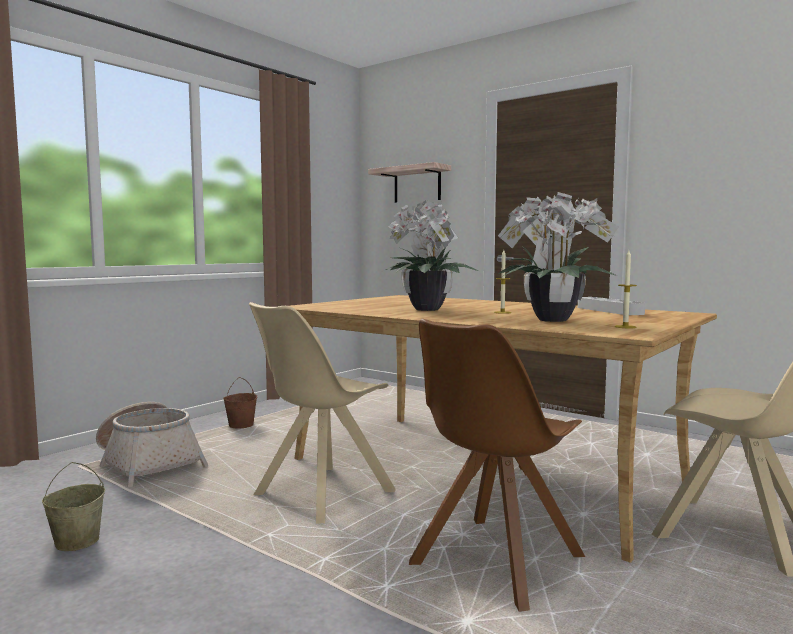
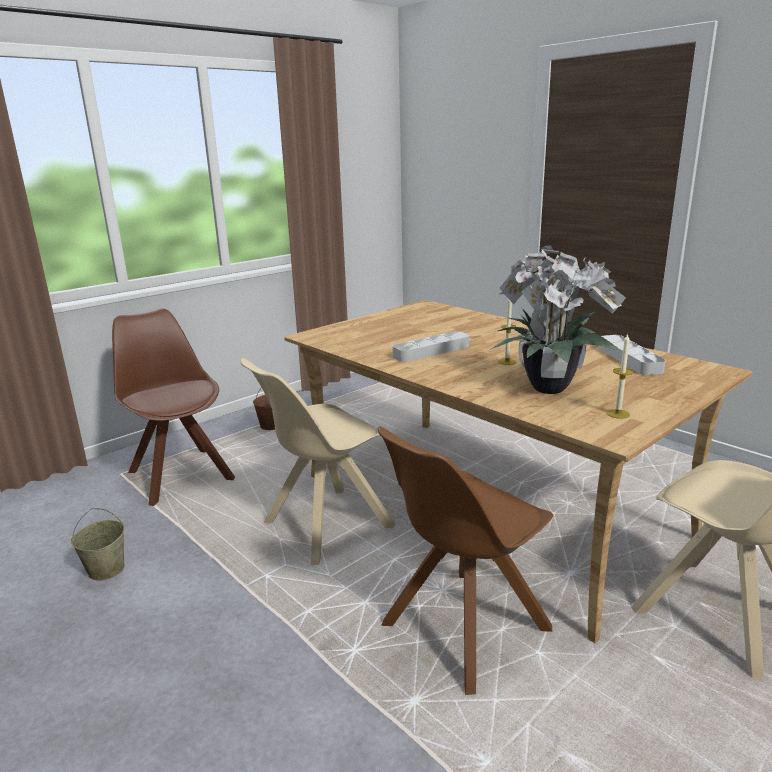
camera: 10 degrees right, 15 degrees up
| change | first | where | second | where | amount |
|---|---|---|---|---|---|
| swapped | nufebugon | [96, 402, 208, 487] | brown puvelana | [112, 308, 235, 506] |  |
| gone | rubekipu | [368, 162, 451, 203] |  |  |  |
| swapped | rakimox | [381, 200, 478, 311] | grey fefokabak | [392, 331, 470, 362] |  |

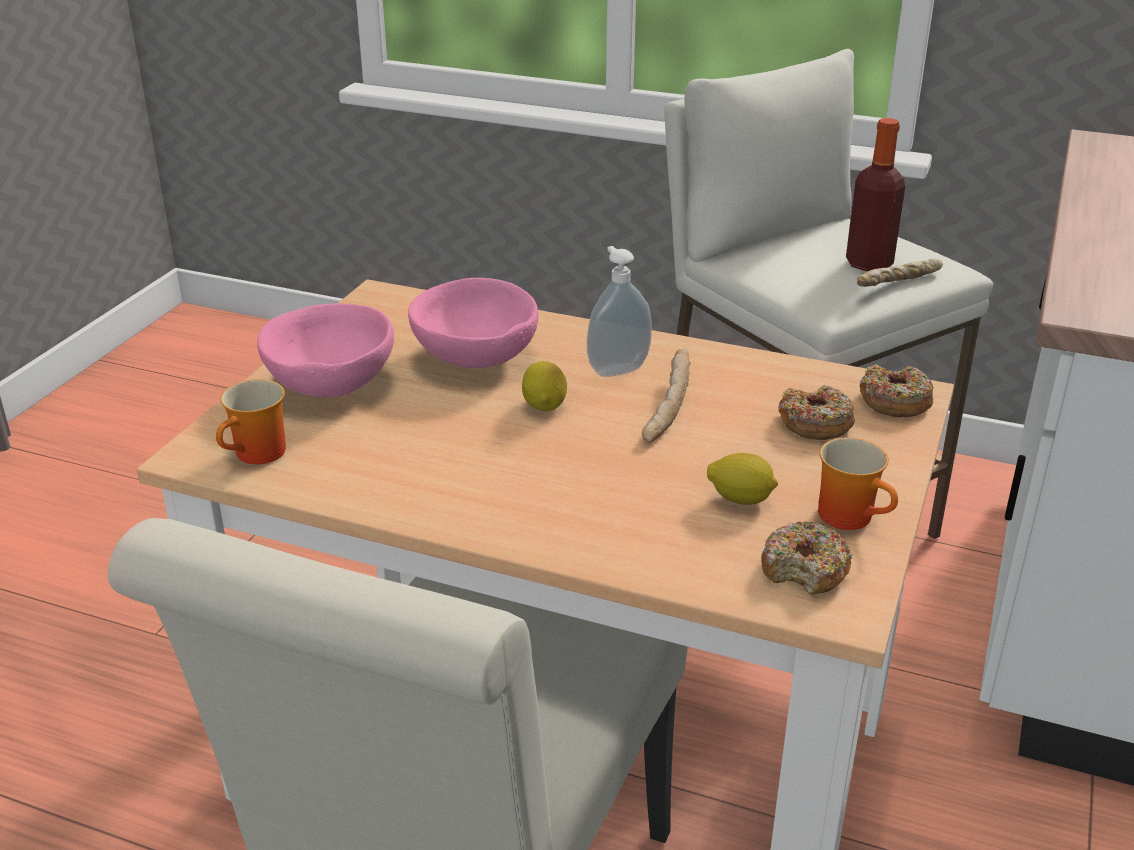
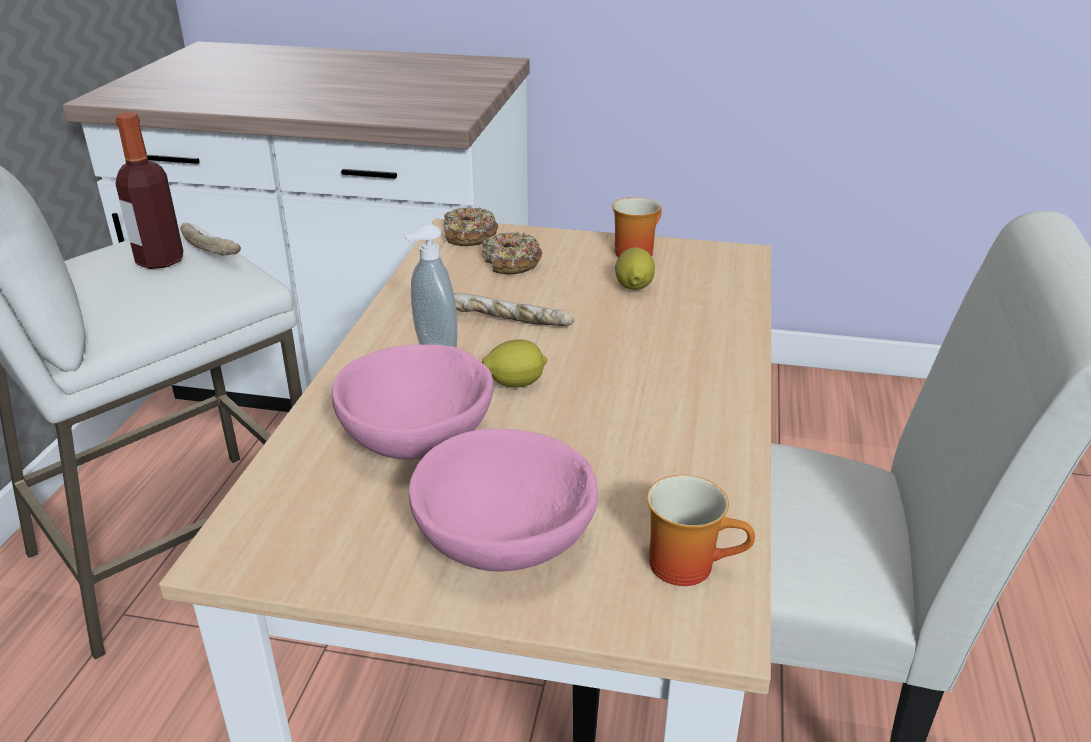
camera: 100 degrees left, 0 degrees up
| change | first | where | second | where | amount |
|---|---|---|---|---|---|
| gone | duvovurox | [761, 521, 853, 595] |  |  |  |

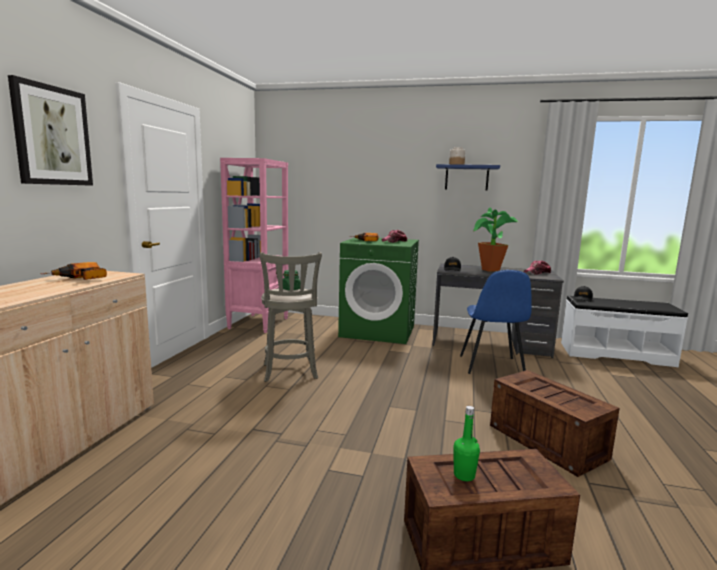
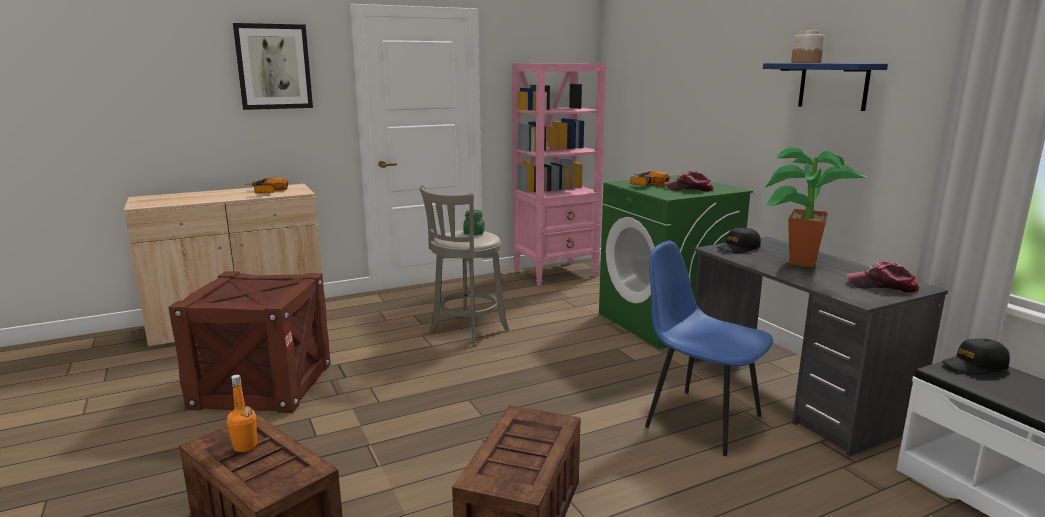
camera: 50 degrees right, 5 degrees up
| change | first | where | second | where | amount |
|---|---|---|---|---|---|
| repainted | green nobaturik | [453, 406, 480, 481] | orange nobaturik | [227, 375, 257, 452] |  |
| rotated | blue puvelana | [460, 270, 532, 374] |  | [645, 240, 773, 456] | 75 degrees clockwise |
| new |  |  | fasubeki | [168, 271, 331, 413] |  |

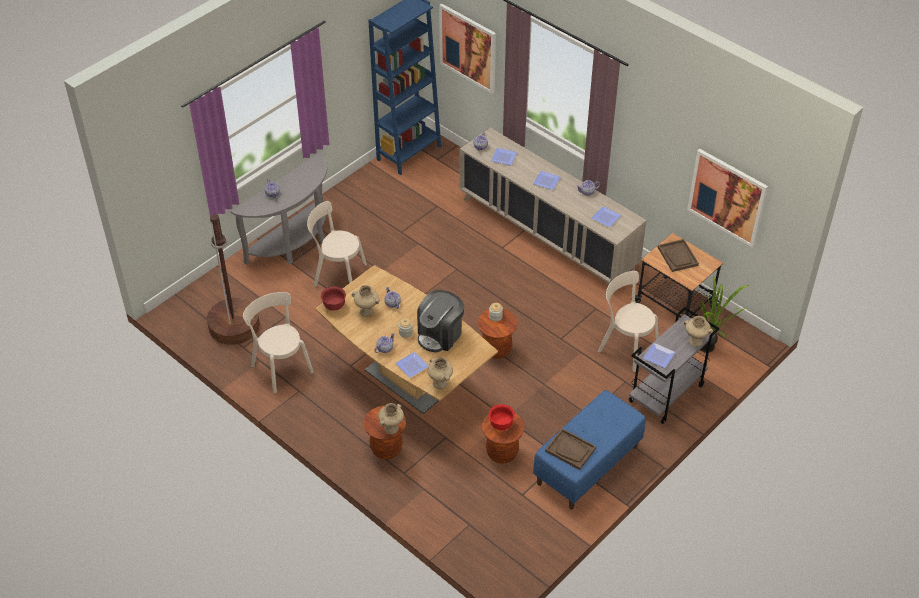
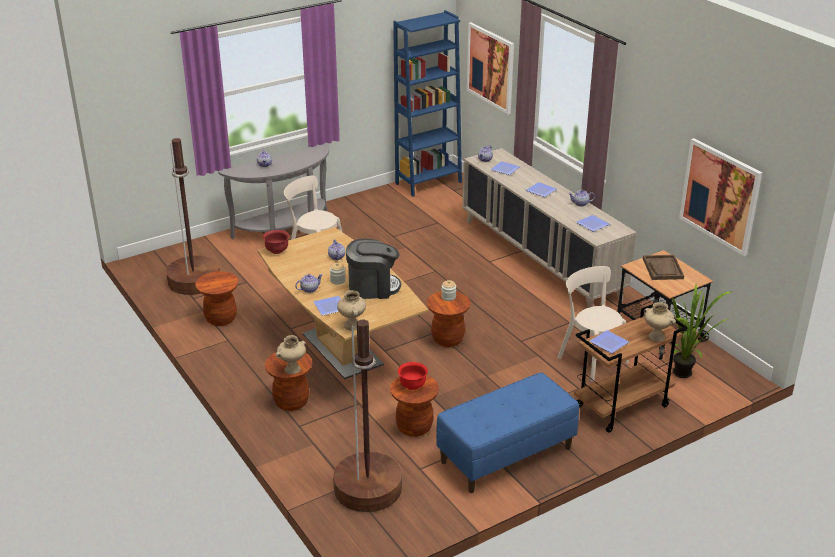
camera: 15 degrees right, 15 degrees down
| change | first | where | second | where | amount |
|---|---|---|---|---|---|
| swapped | beige puvelana | [243, 292, 314, 393] | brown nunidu | [195, 271, 238, 326] |  |
| gone | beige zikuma | [351, 285, 380, 317] |  |  |  |
| rotated | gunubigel | [417, 290, 464, 352] |  | [346, 239, 401, 299] | 150 degrees counterclockwise |
| gone | brown fefokabak | [545, 428, 596, 470] |  |  |  |
| repainted | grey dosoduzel | [629, 307, 720, 424] | brown dosoduzel | [574, 304, 688, 433] |  |
| new |  |  | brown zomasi | [333, 320, 402, 512] |  |

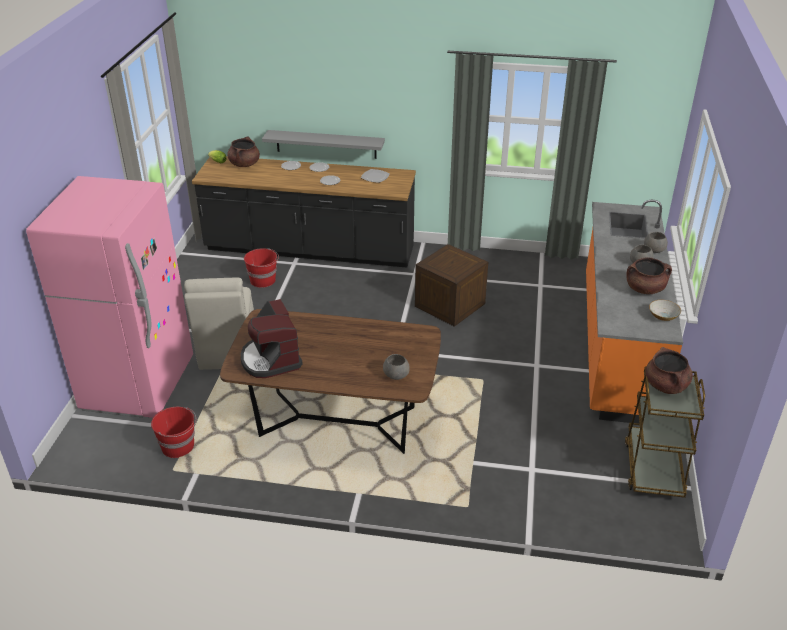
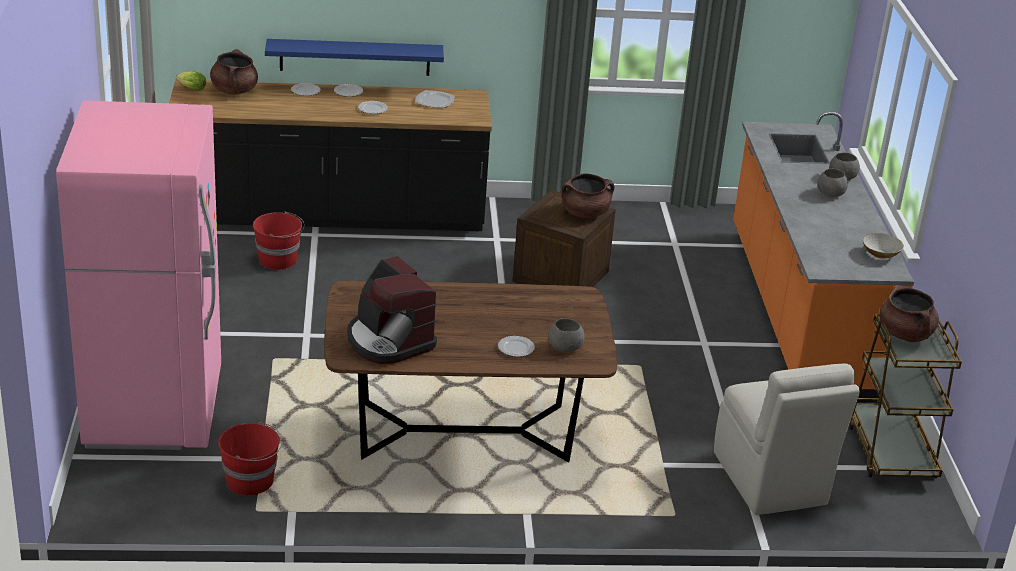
camera: 15 degrees left, 5 degrees down
| change | first | where | second | where | amount |
|---|---|---|---|---|---|
| shifted | beige puvelana | [184, 278, 254, 370] |  | [714, 363, 860, 515] |  |
| repainted | grey rubekipu | [262, 130, 385, 159] | blue rubekipu | [265, 39, 444, 76] |  |
| shifted | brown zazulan | [626, 257, 672, 294] |  | [561, 173, 614, 218] |  |
| new |  |  | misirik | [498, 336, 535, 357] |  |

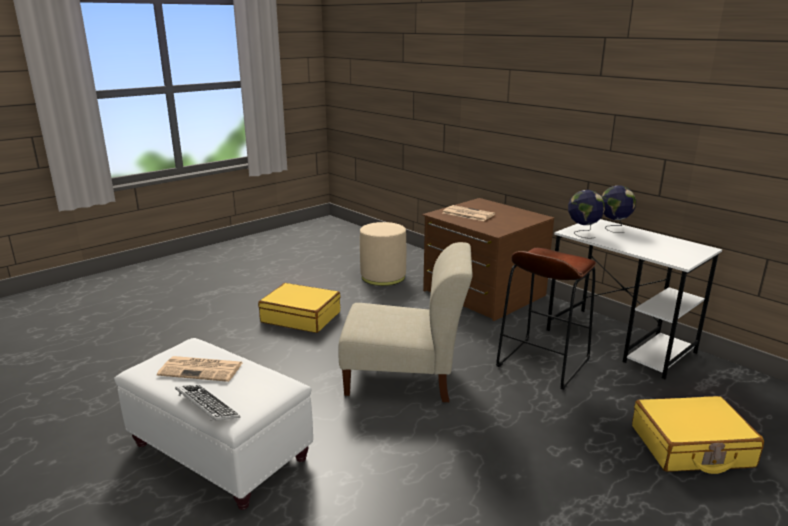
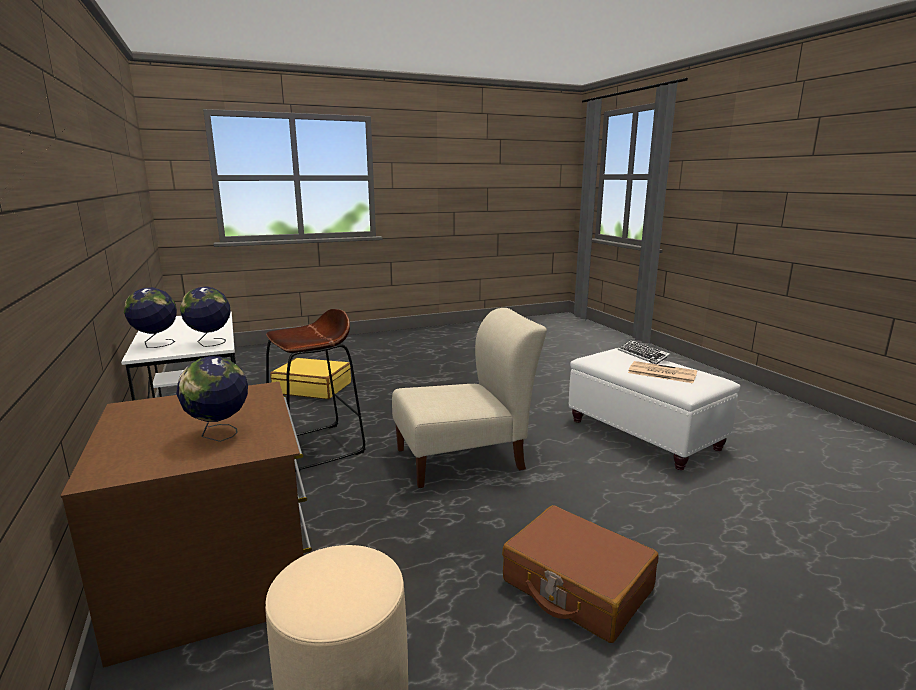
camera: 160 degrees left, 5 degrees down
| change | first | where | second | where | amount |
|---|---|---|---|---|---|
| repainted | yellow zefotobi | [258, 283, 341, 333] | brown zefotobi | [502, 505, 659, 643] |  |
| rotated | beige puvelana | [338, 242, 473, 402] |  | [392, 308, 547, 488] | 135 degrees clockwise |
| swapped | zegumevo | [443, 205, 495, 221] | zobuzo | [176, 356, 248, 442] |  |

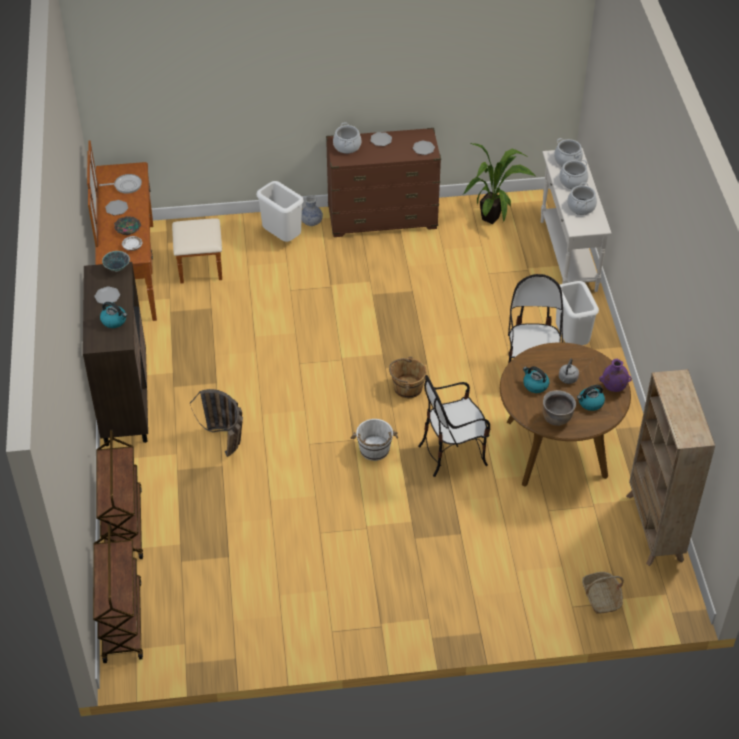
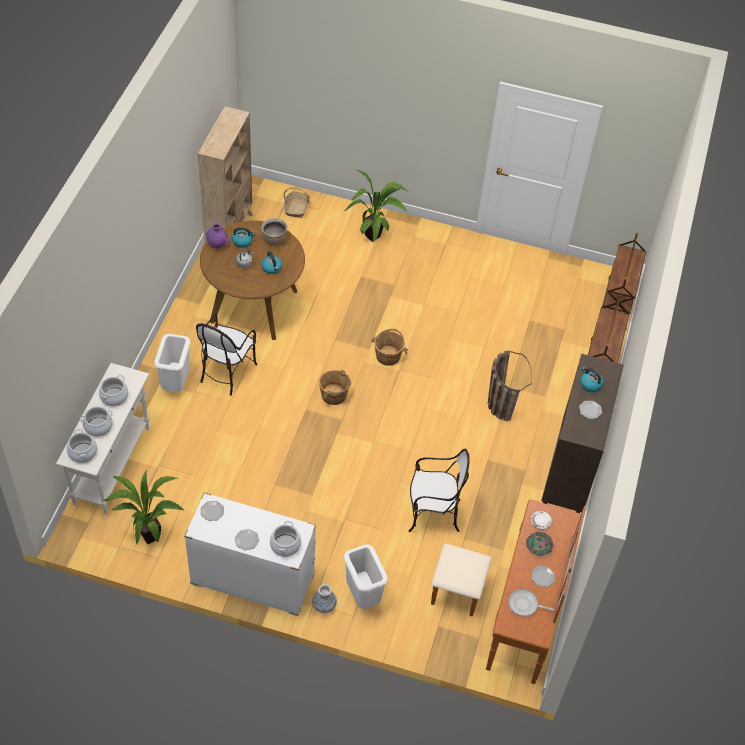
camera: 160 degrees left, 5 degrees up
| change | first | where | second | where | amount |
|---|---|---|---|---|---|
| gone | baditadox | [102, 251, 130, 272] |  |  |  |
| repainted | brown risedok | [326, 128, 441, 237] | white risedok | [184, 492, 316, 616] |  |
| repainted | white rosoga | [351, 419, 398, 461] | brown rosoga | [371, 329, 408, 366] |  |
| shifted | puvelana | [418, 375, 491, 477] |  | [408, 448, 469, 532] |  |
| new |  |  | rakimox | [344, 169, 408, 243] |  |

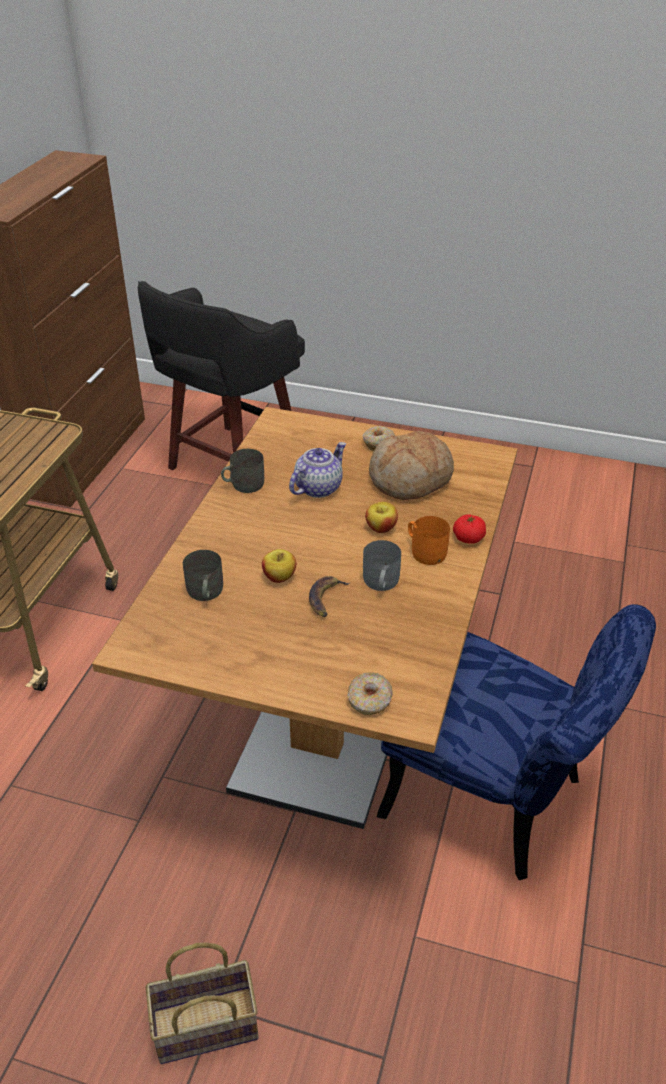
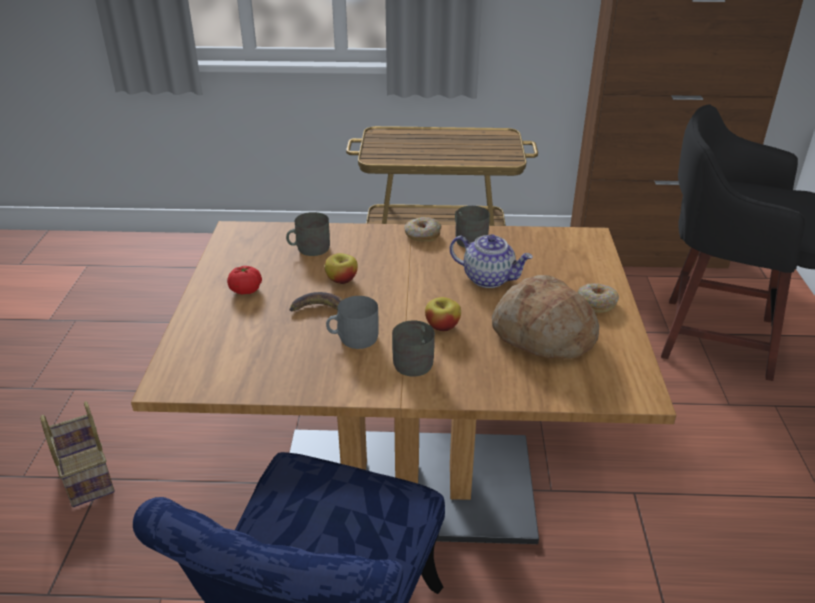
camera: 75 degrees right, 5 degrees down
| change | first | where | second | where | amount |
|---|---|---|---|---|---|
| shifted | duvovurox | [348, 672, 393, 715] |  | [404, 217, 441, 241] |  |
| repainted | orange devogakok | [408, 516, 450, 565] | grey devogakok | [392, 320, 435, 377] |  |
| shifted | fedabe | [453, 514, 486, 544] |  | [227, 266, 262, 294] |  |

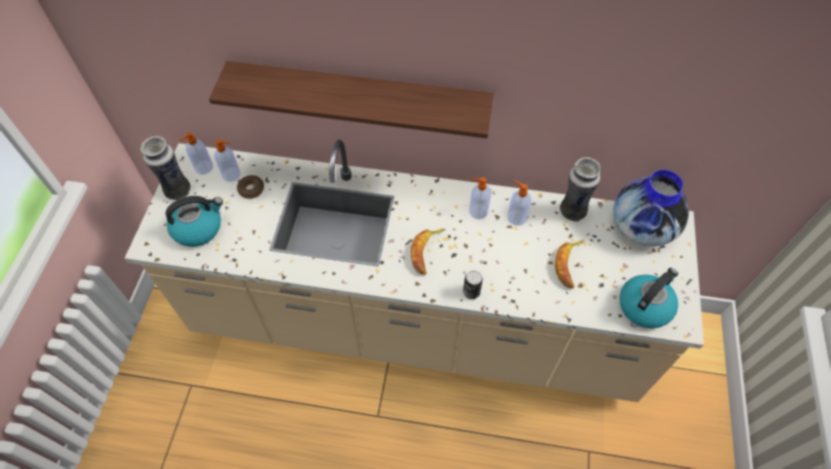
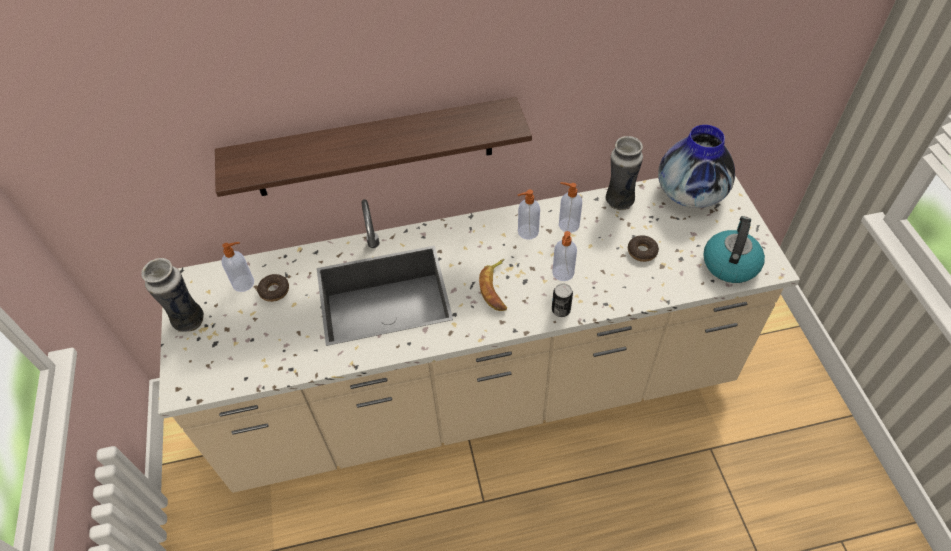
camera: 20 degrees left, 5 degrees down
| change | first | where | second | where | amount |
|---|---|---|---|---|---|
| gone | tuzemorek | [166, 196, 223, 247] |  |  |  |
| shifted | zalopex | [179, 132, 213, 175] |  | [552, 231, 577, 281] |  |
| swapped | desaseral | [555, 240, 585, 289] | duvovurox | [628, 235, 659, 262] |  |

